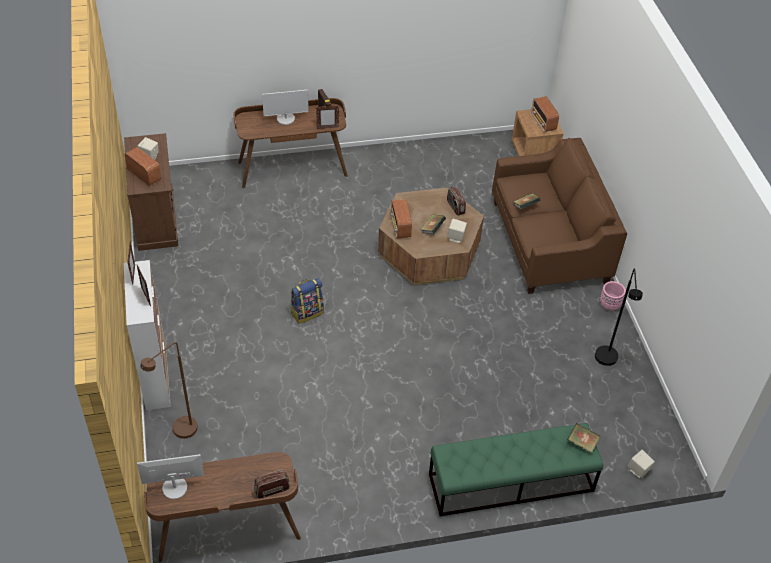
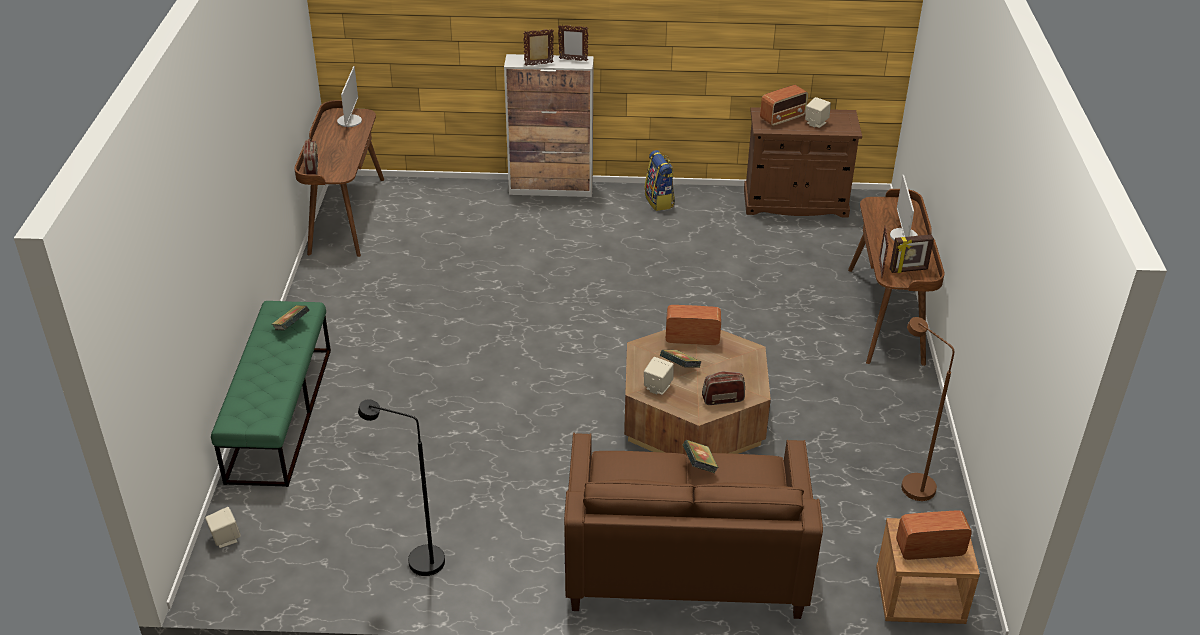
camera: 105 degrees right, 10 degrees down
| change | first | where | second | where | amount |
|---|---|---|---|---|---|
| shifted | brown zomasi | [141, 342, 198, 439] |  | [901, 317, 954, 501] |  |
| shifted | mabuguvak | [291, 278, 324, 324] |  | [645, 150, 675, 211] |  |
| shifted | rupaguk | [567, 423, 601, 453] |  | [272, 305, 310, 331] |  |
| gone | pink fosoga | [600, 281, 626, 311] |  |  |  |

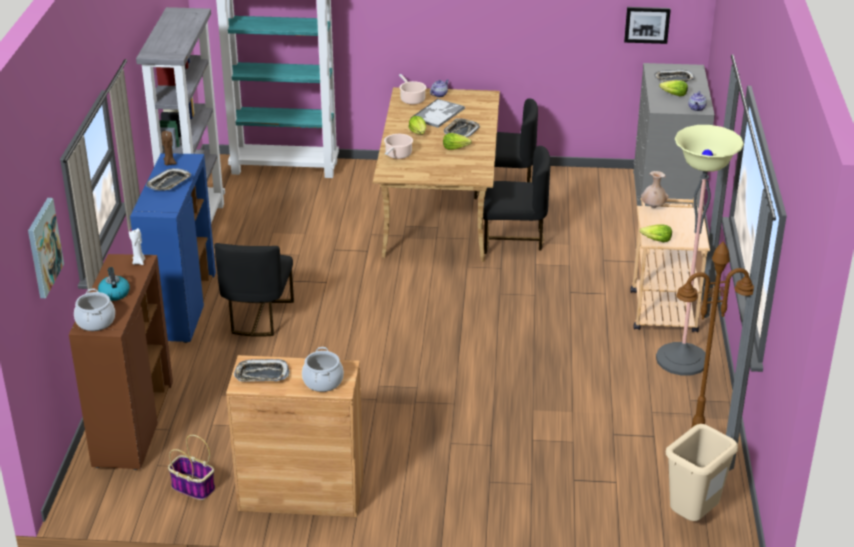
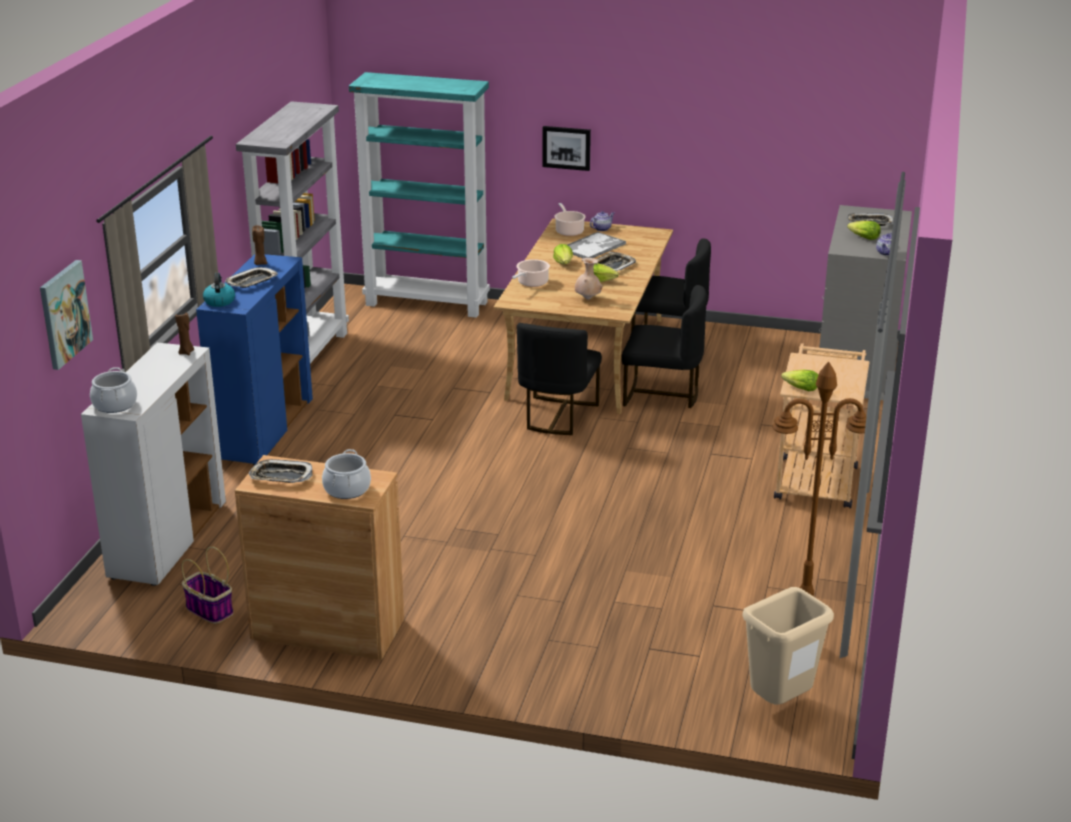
camera: 10 degrees right, 5 degrees down
| change | first | where | second | where | amount |
|---|---|---|---|---|---|
| repainted | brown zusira | [69, 254, 173, 470] | white zusira | [81, 343, 226, 586] |  |
| shifted | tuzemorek | [98, 267, 130, 301] |  | [203, 273, 235, 307] |  |
| repainted | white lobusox | [129, 228, 145, 265] | brown lobusox | [175, 312, 194, 355] |  |
| shifted | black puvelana | [214, 243, 294, 337] |  | [517, 323, 602, 435] |  |
| shifted | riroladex | [624, 7, 671, 44] |  | [543, 126, 591, 171] |  |
| shifted | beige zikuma | [641, 171, 669, 208] |  | [575, 258, 602, 300] |  |
| gone | zomasi | [656, 125, 744, 376] |  |  |  |

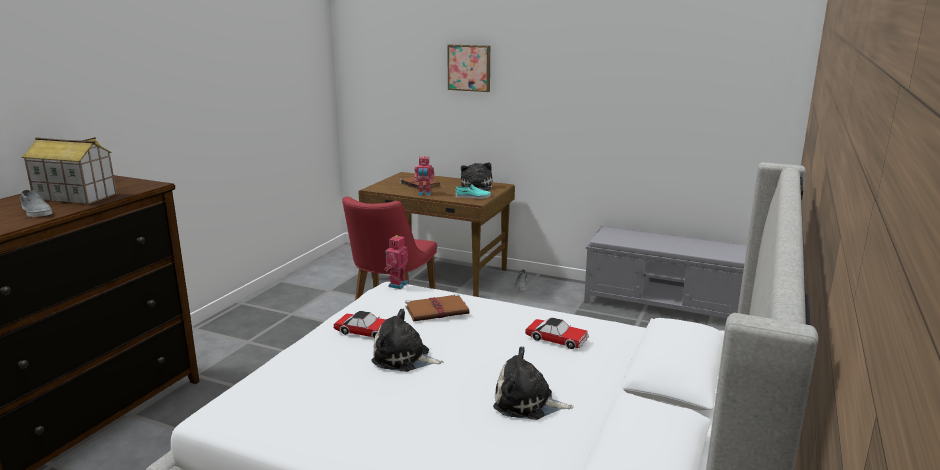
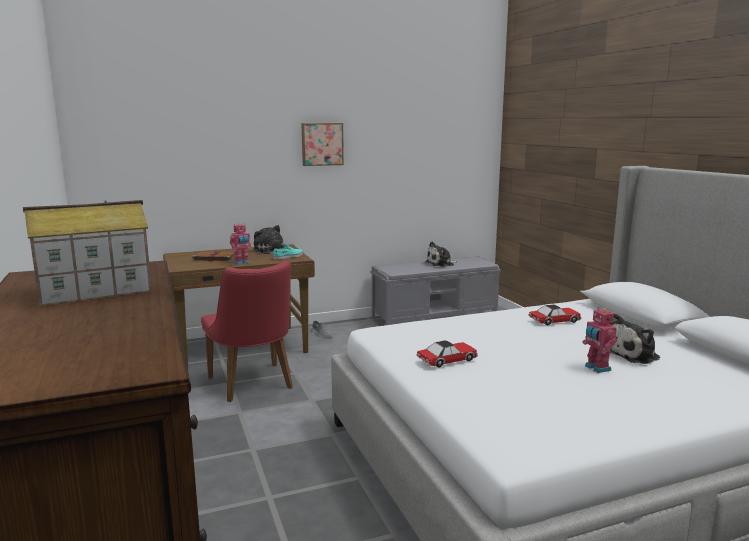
camera: 45 degrees left, 5 degrees down
| change | first | where | second | where | amount |
|---|---|---|---|---|---|
| gone | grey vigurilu | [20, 190, 52, 217] |  |  |  |
| shifted | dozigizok | [371, 309, 444, 372] |  | [425, 242, 457, 267] |  |
| shifted | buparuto | [384, 234, 408, 289] |  | [582, 307, 617, 373] |  |
| gone | brown rupaguk | [405, 294, 470, 321] |  |  |  |
| shifted | riroladex | [447, 45, 490, 92] |  | [301, 123, 344, 166] |  |

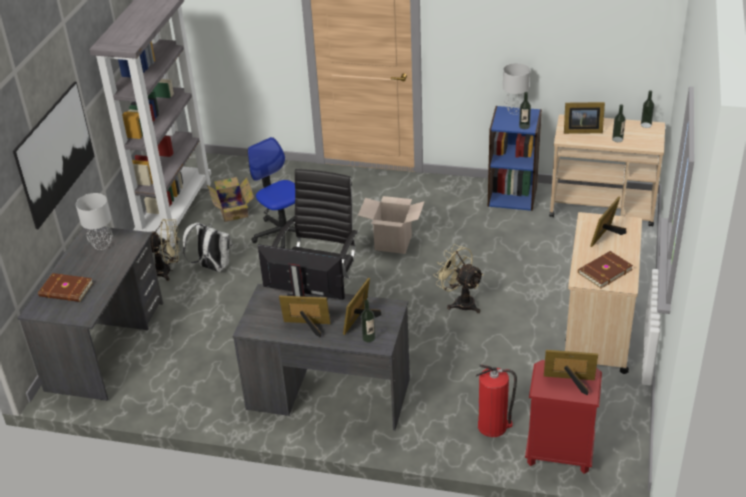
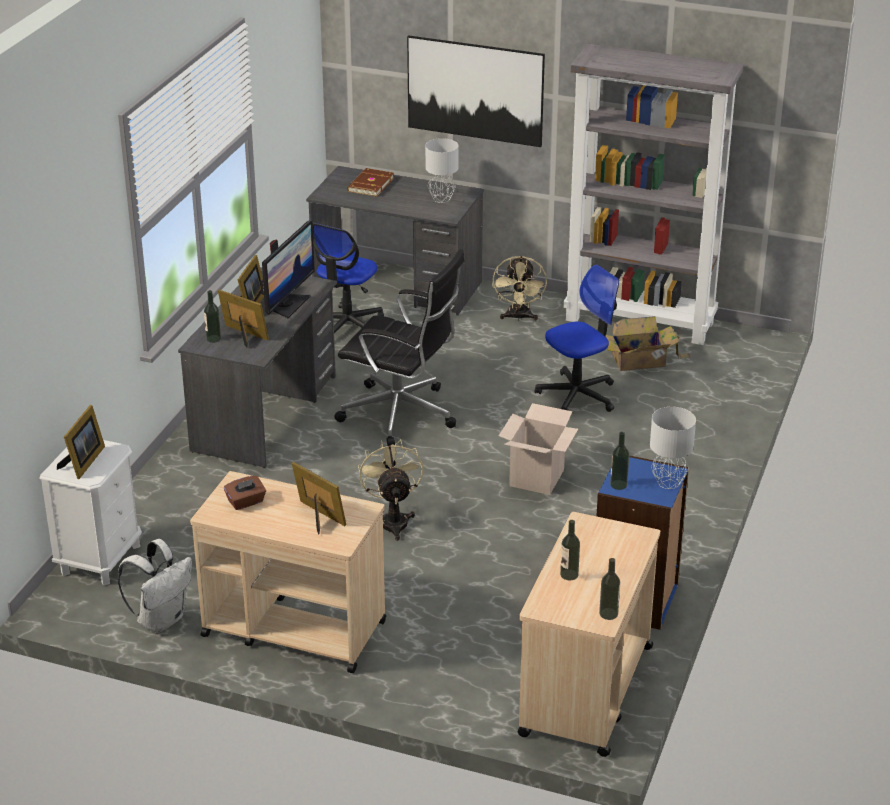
camera: 95 degrees right, 5 degrees down
| change | first | where | second | where | amount |
|---|---|---|---|---|---|
| shifted | white mabuguvak | [183, 222, 233, 272] |  | [118, 539, 192, 633] |  |
| rotated | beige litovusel | [435, 244, 484, 313] |  | [358, 439, 423, 541] | 60 degrees counterclockwise |
| gone | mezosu | [476, 364, 517, 437] |  |  |  |
| repainted | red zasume | [525, 360, 602, 474] | white zasume | [39, 440, 142, 586] |  |
| gone | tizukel | [564, 102, 605, 134] |  |  |  |
| swapped | brown rupaguk | [578, 251, 633, 288] | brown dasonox | [224, 476, 266, 510] |  |
| new |  |  | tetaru | [312, 223, 384, 333] |  |

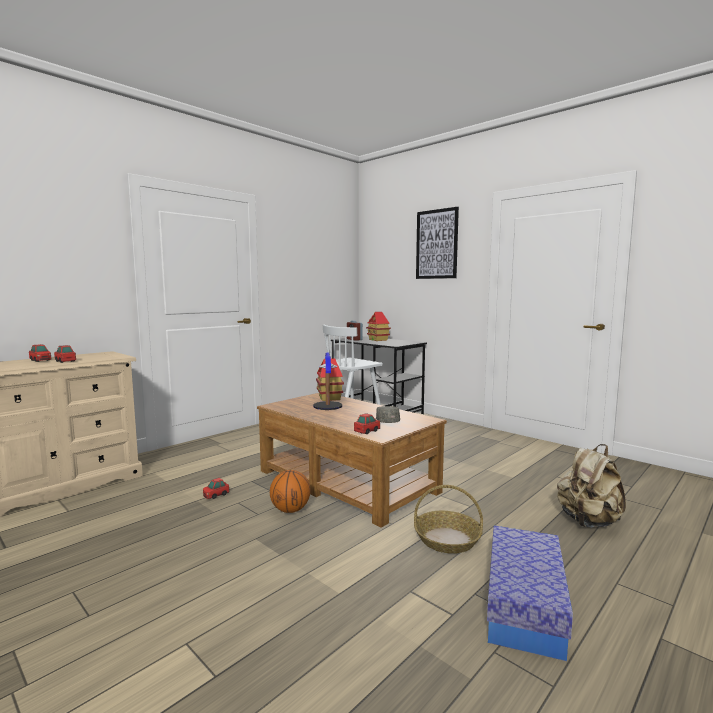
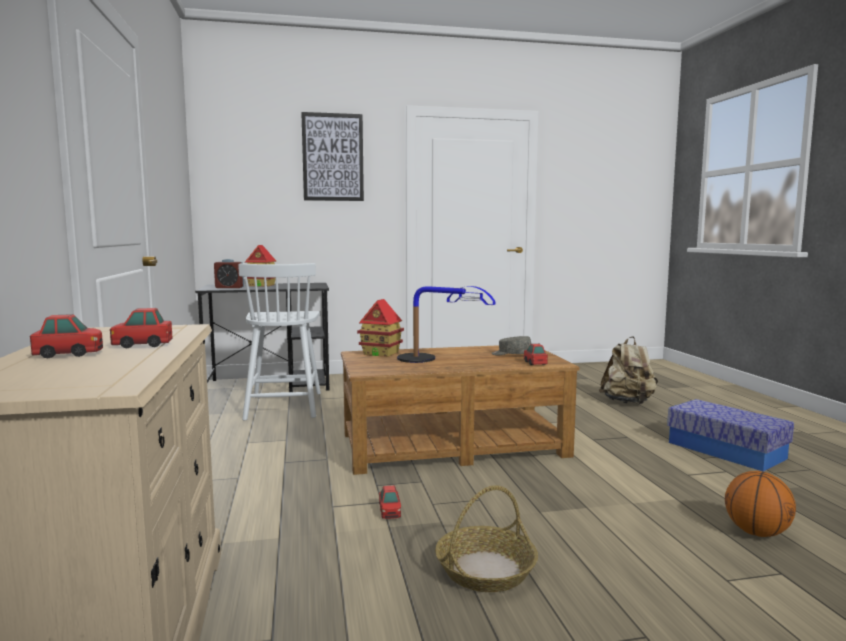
camera: 55 degrees left, 0 degrees up
| change | first | where | second | where | amount |
|---|---|---|---|---|---|
| shifted | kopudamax | [270, 470, 311, 513] |  | [725, 471, 796, 537] |  |
| shifted | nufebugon | [414, 485, 483, 554] |  | [435, 485, 538, 592] |  |

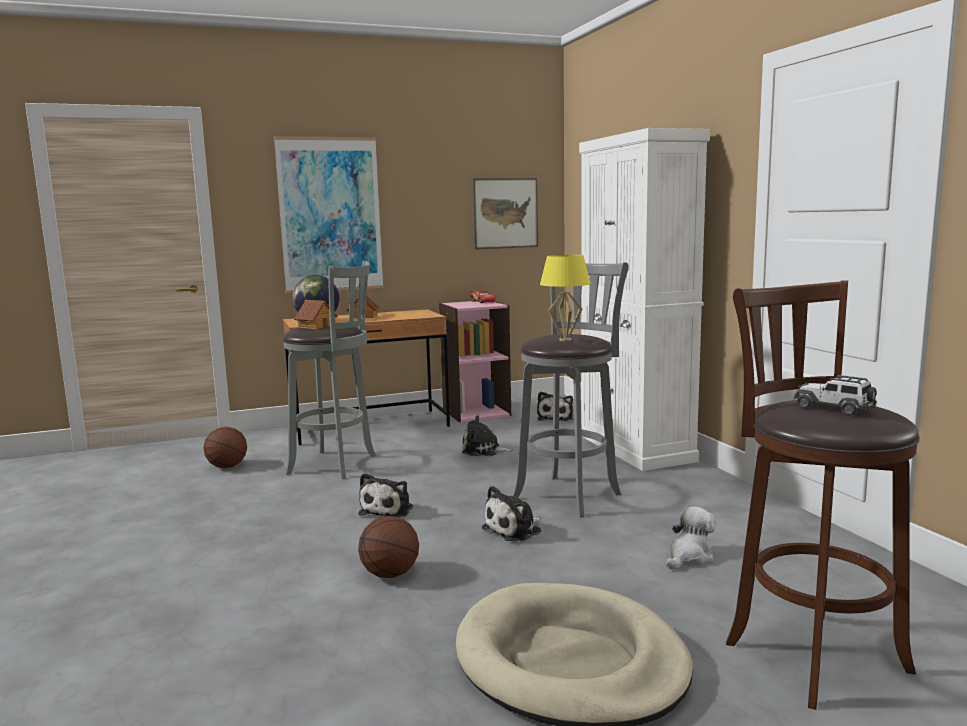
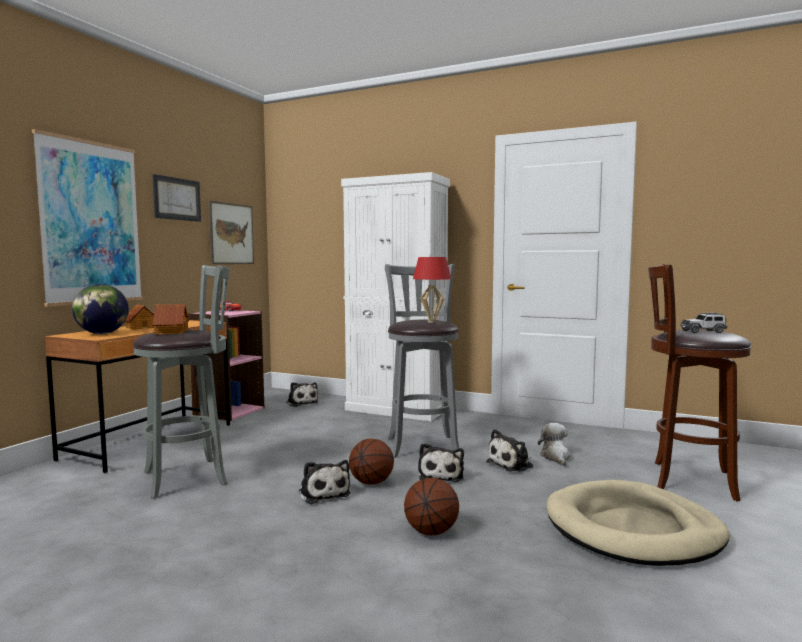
camera: 45 degrees left, 5 degrees down
| change | first | where | second | where | amount |
|---|---|---|---|---|---|
| shifted | kopudamax | [203, 427, 247, 468] |  | [349, 439, 394, 484] |  |
| shifted | dozigizok | [462, 415, 514, 456] |  | [486, 429, 533, 472] |  |
| repainted | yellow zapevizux | [540, 255, 591, 341] | red zapevizux | [413, 257, 451, 323] |  |
| new |  |  | riroladex | [152, 174, 201, 222] |  |

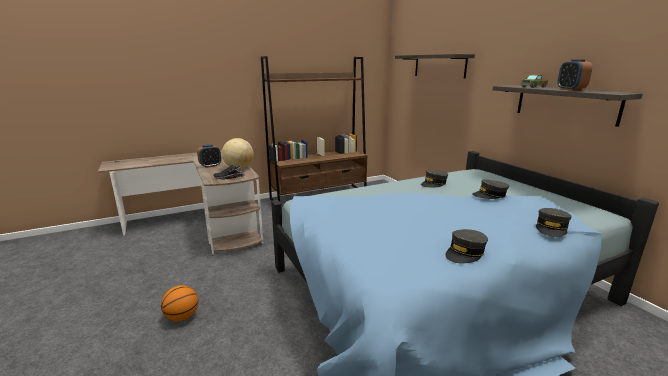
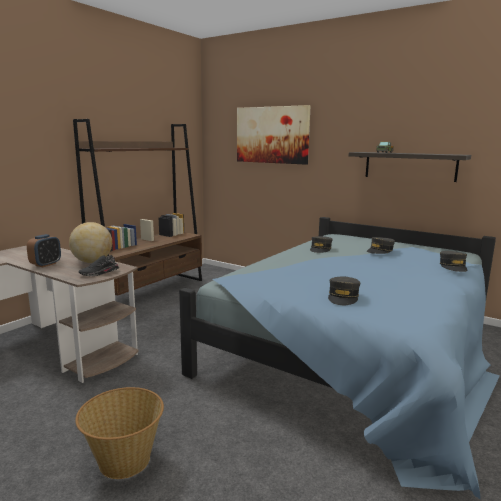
camera: 30 degrees left, 5 degrees down
| change | first | where | second | where | amount |
|---|---|---|---|---|---|
| swapped | kopudamax | [161, 285, 198, 321] | nufebugon | [75, 387, 164, 479] |  |
| swapped | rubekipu | [395, 54, 475, 79] | riroladex | [237, 105, 311, 165] |  |
| shifted | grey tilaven | [445, 229, 488, 263] |  | [328, 277, 360, 305] |  |
| gone | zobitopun | [558, 59, 593, 91] |  |  |  |

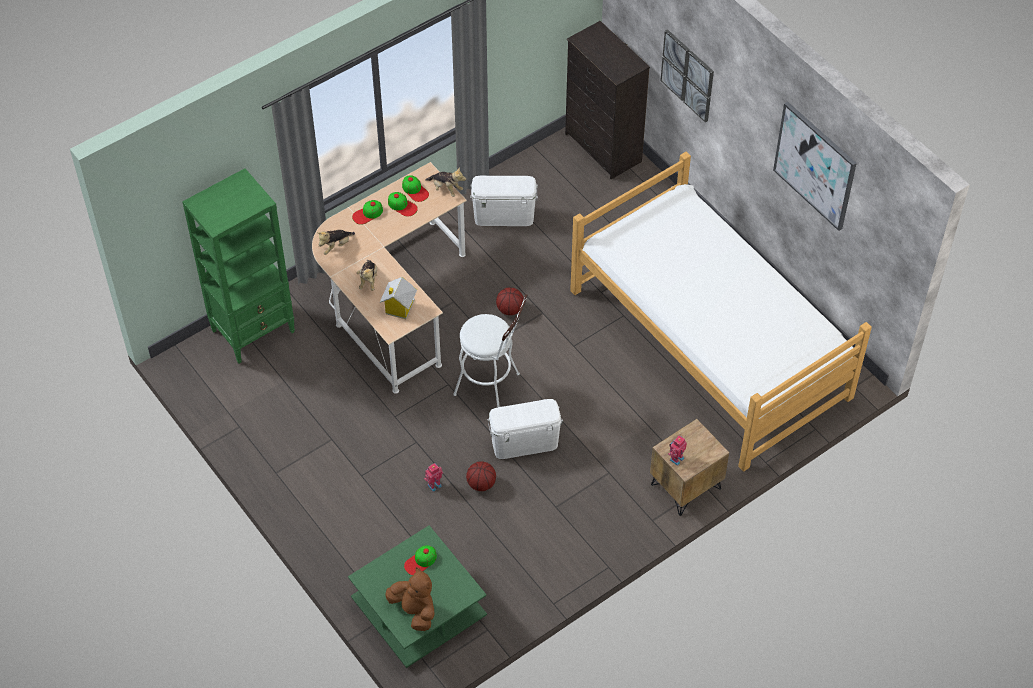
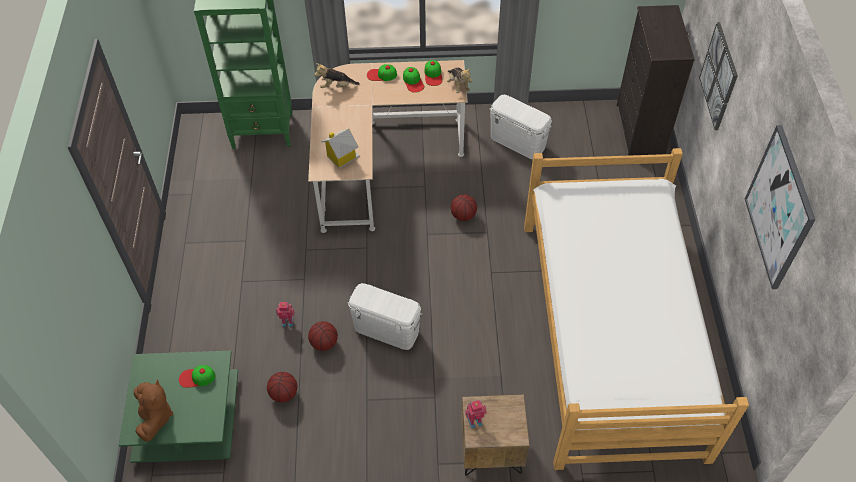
camera: 35 degrees right, 0 degrees up
| change | first | where | second | where | amount |
|---|---|---|---|---|---|
| gone | dozigizok | [357, 260, 377, 291] |  |  |  |
| gone | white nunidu | [453, 294, 527, 408] |  |  |  |
| new |  |  | kopudamax | [267, 372, 297, 403] |  |

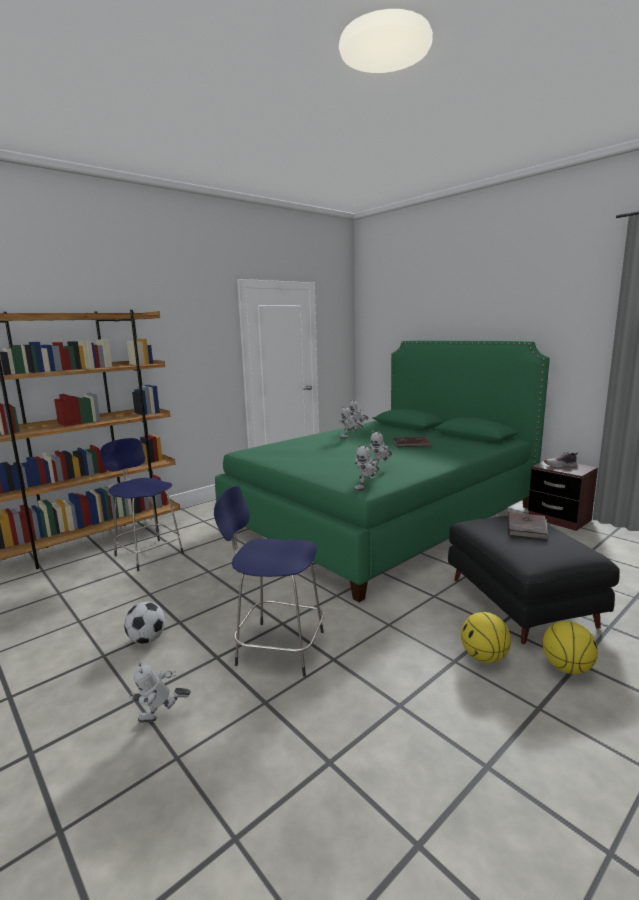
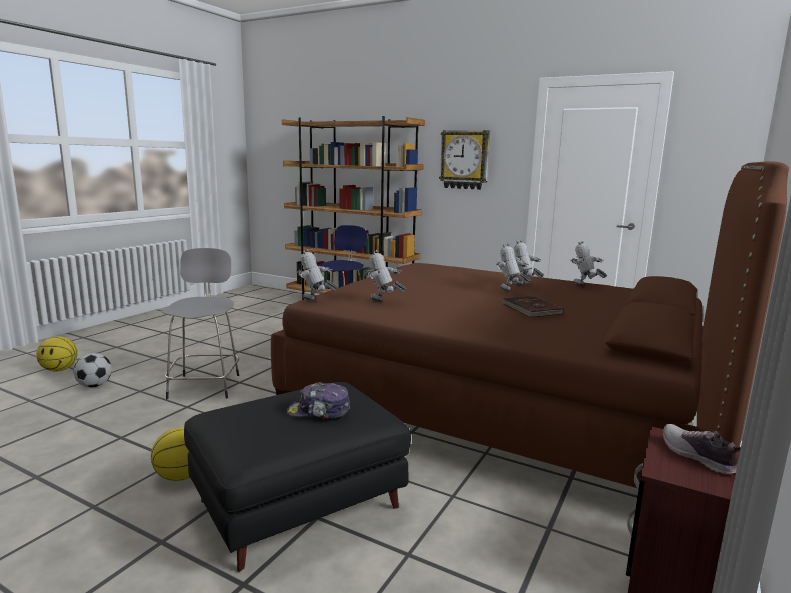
camera: 70 degrees right, 0 degrees up
| change | first | where | second | where | amount |
|---|---|---|---|---|---|
| shifted | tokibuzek | [124, 602, 165, 644] |  | [74, 353, 112, 387] |  |
| shifted | buparuto | [129, 662, 191, 723] |  | [496, 244, 531, 292] |  |
| repainted | blue nunidu | [214, 486, 324, 677] | grey nunidu | [162, 248, 239, 399] |  |
| repainted | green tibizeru | [215, 340, 550, 602] | brown tibizeru | [271, 161, 789, 488] |  |
| swapped | brown rupaguk | [508, 512, 548, 540] | tilaven | [287, 382, 350, 418] |  |
| shifted | kopudamax | [542, 621, 598, 674] |  | [36, 336, 78, 372] |  |
| new |  |  | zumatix | [439, 130, 490, 190] |  |

